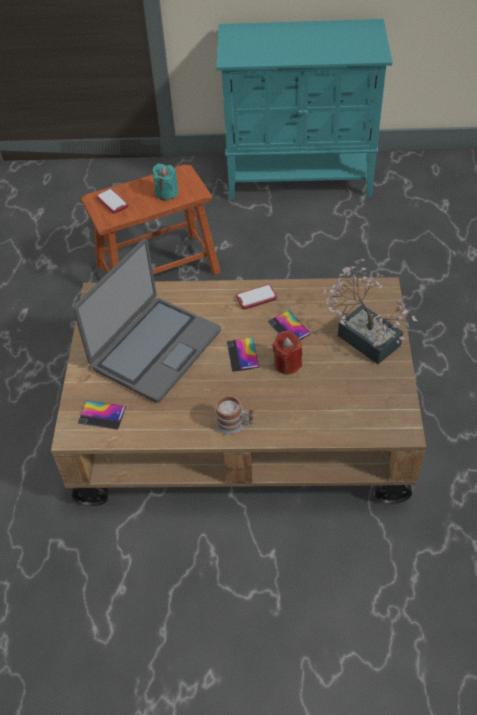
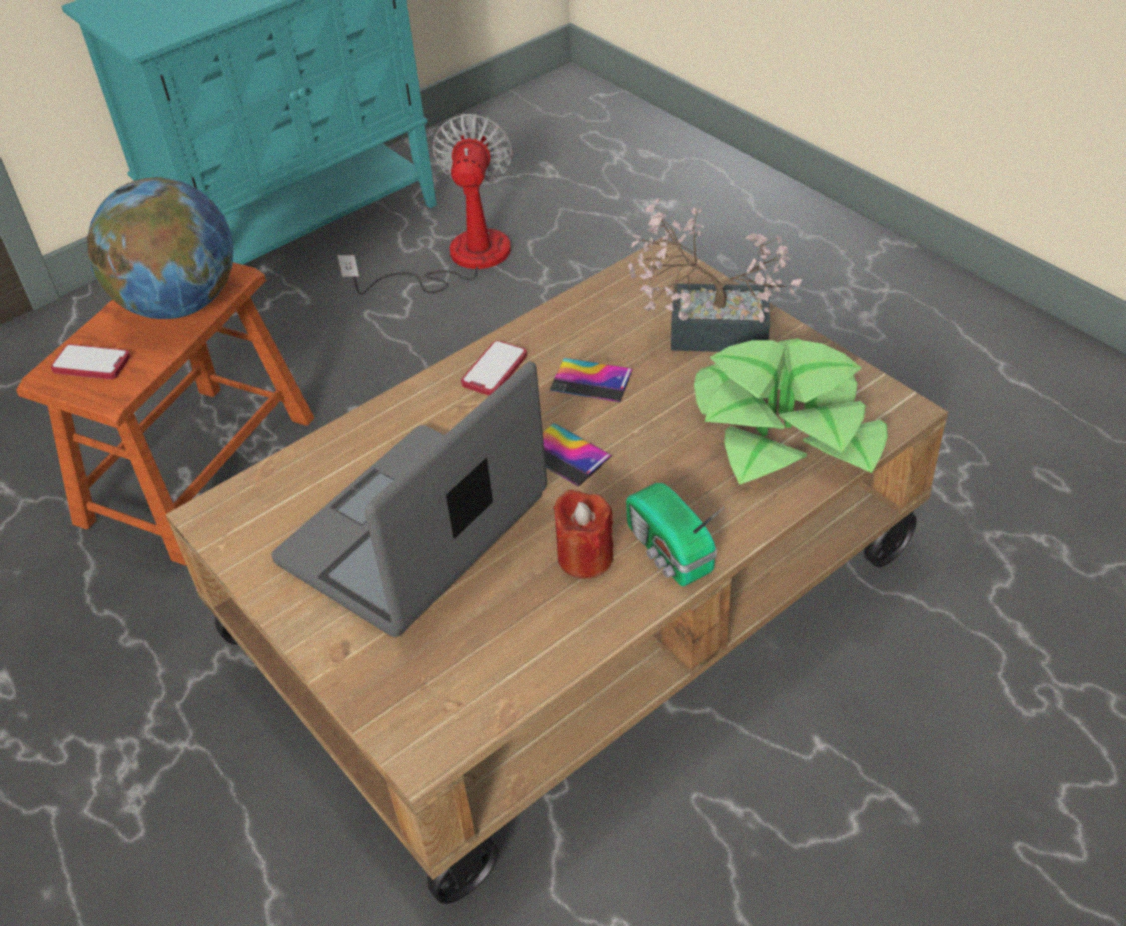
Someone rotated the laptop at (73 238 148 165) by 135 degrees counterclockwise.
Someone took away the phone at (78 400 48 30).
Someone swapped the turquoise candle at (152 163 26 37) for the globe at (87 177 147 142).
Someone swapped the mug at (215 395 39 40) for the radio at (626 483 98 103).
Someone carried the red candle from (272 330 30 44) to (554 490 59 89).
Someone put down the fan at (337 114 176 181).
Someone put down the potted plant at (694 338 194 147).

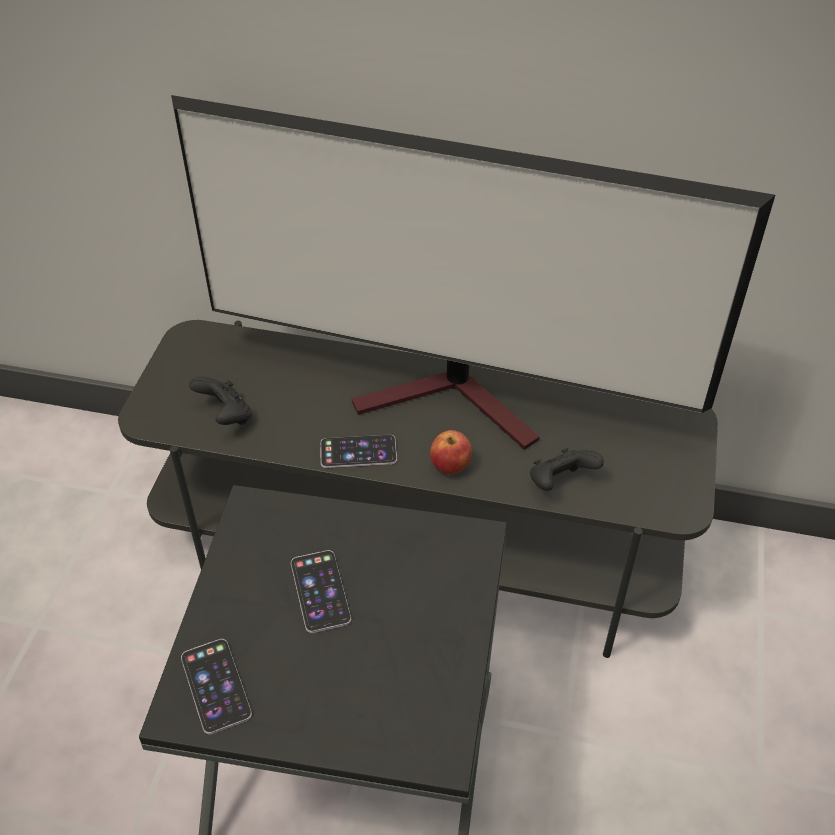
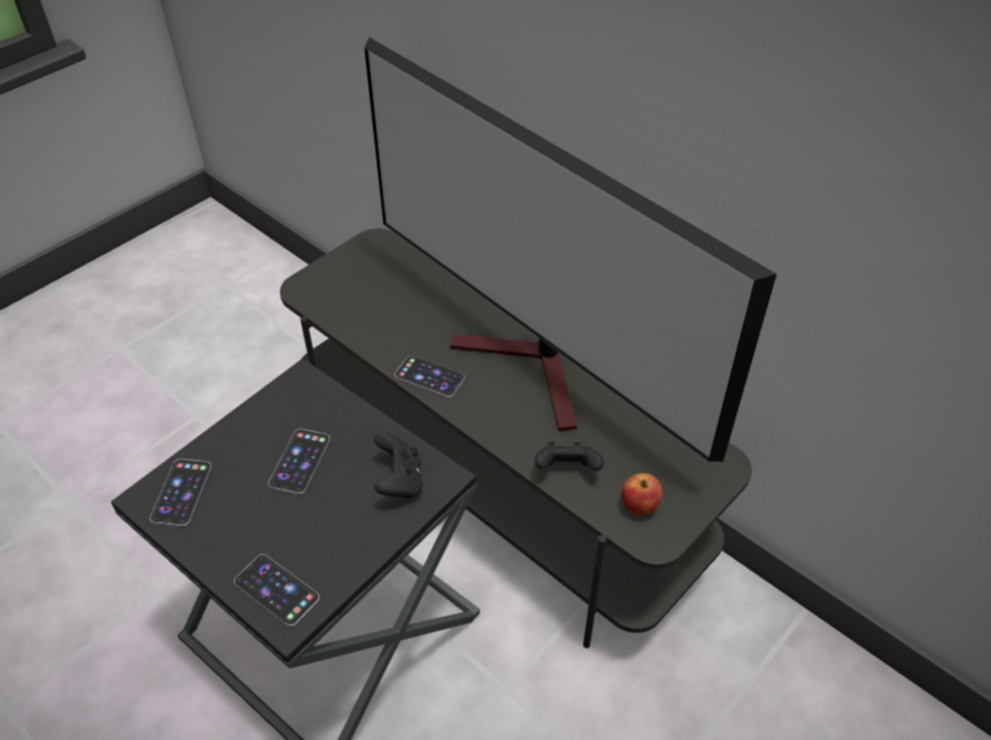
Someone carried the black game controller from (189 376 63 49) to (374 432 48 66).
Someone carried the apple from (430 430 42 45) to (622 473 41 42).
Someone put down the phone at (234 554 86 72).

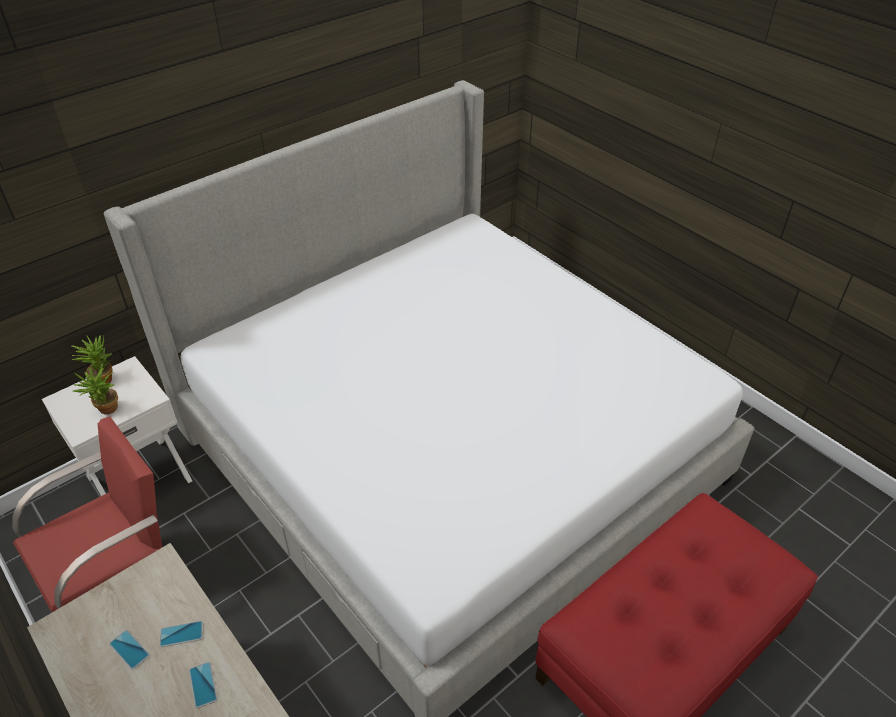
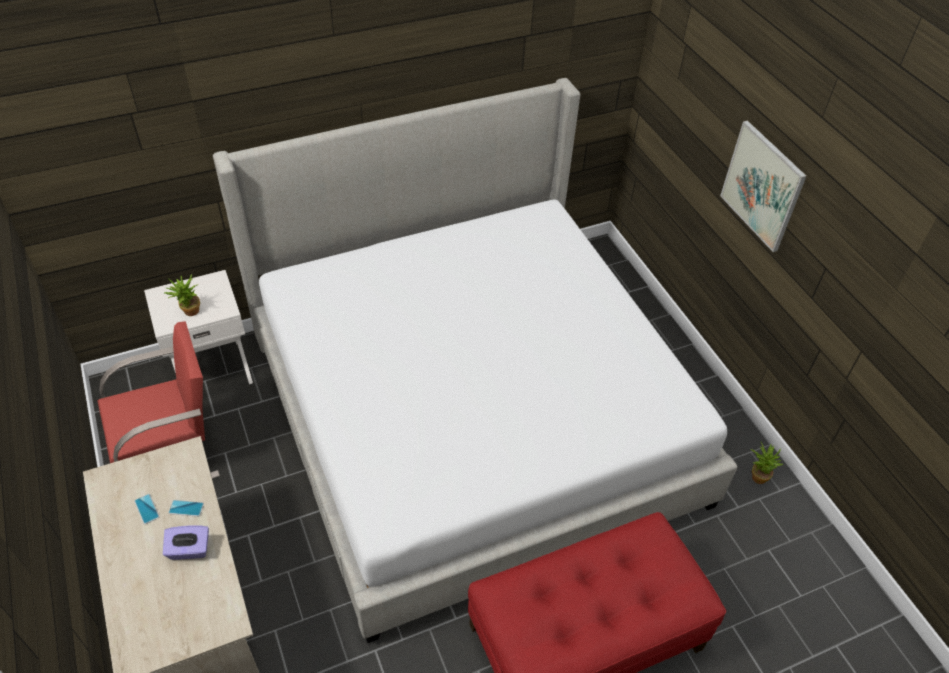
Someone carried the potted plant from (71 335 41 49) to (750 442 33 42).
Someone swapped the phone at (189 662 29 46) for the purple tissue box at (163 525 46 35).
Someone put up the picture at (720 120 87 132).

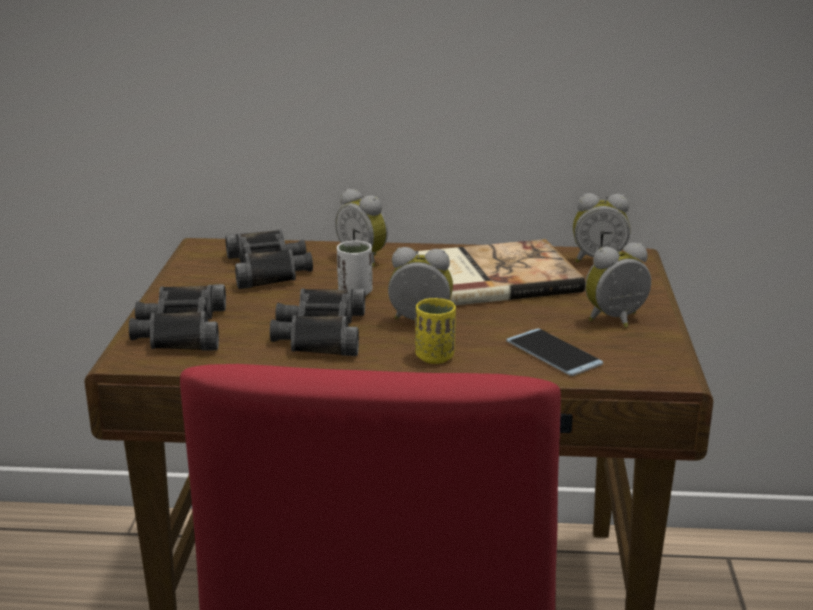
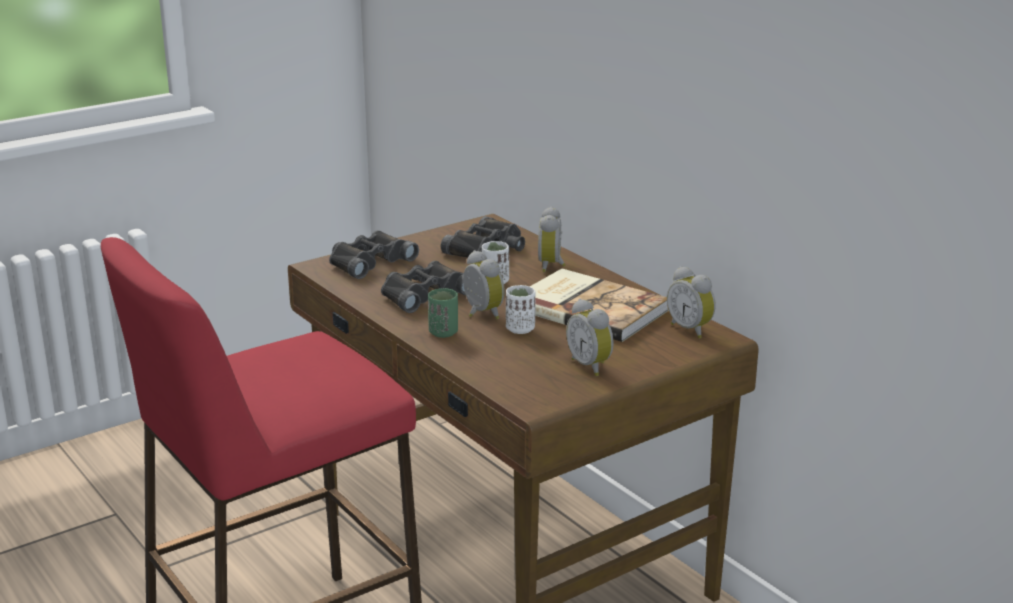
Someone repainted the yellow cup at (415 298 41 66), which became the green cup at (428 288 30 50).
Someone took away the phone at (506 329 97 47).
Someone rotated the alarm clock at (585 243 66 85) by 150 degrees counterclockwise.
Someone put down the white cup at (506 285 29 49).

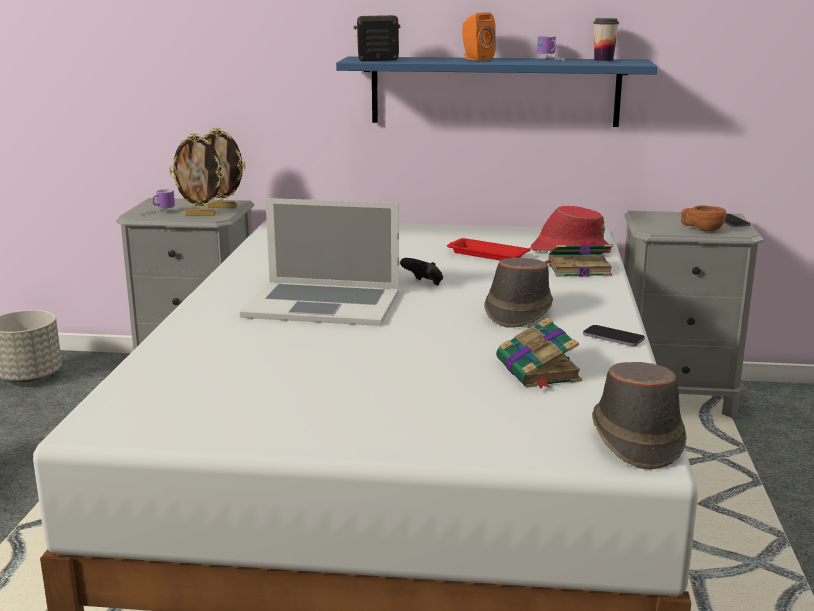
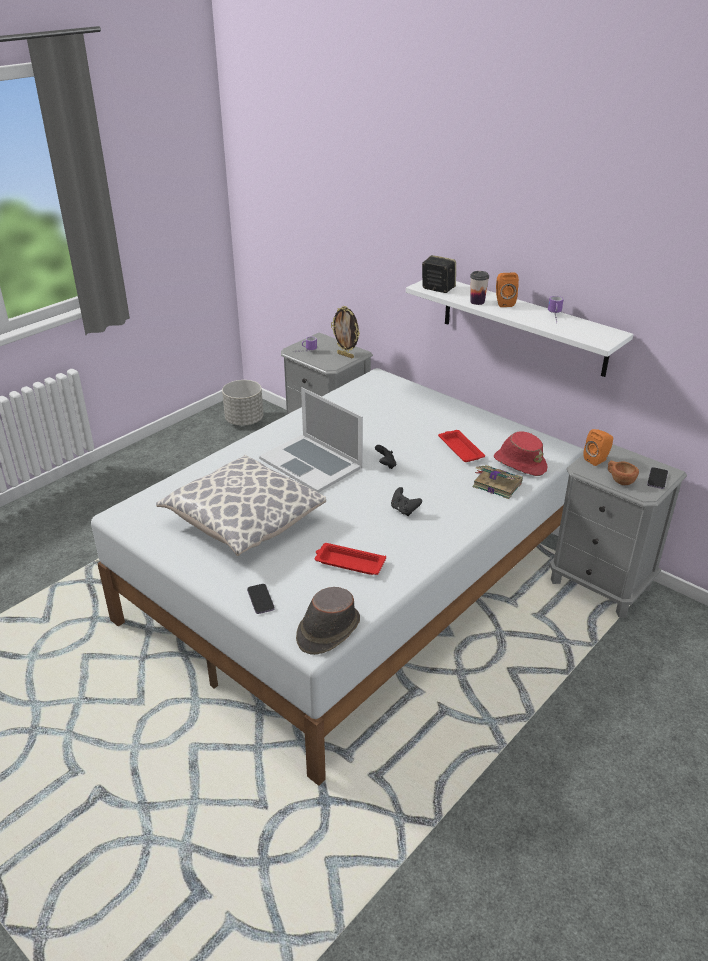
Someone took away the picture frame at (169 133 55 83).
Someone repainted the blue shelf at (336 56 321 71), which became the white shelf at (406 280 227 97).
Someone swapped the brown hat at (484 257 69 71) for the black game controller at (391 487 31 29).
Someone swapped the book at (496 318 86 70) for the red tray at (315 543 71 32).
Someone carried the phone from (583 325 62 21) to (247 584 28 30).
Someone carried the cup from (593 18 26 43) to (470 271 19 34).
Someone put down the pillow at (156 455 170 101).
Someone put down the orange speaker at (584 429 29 37).

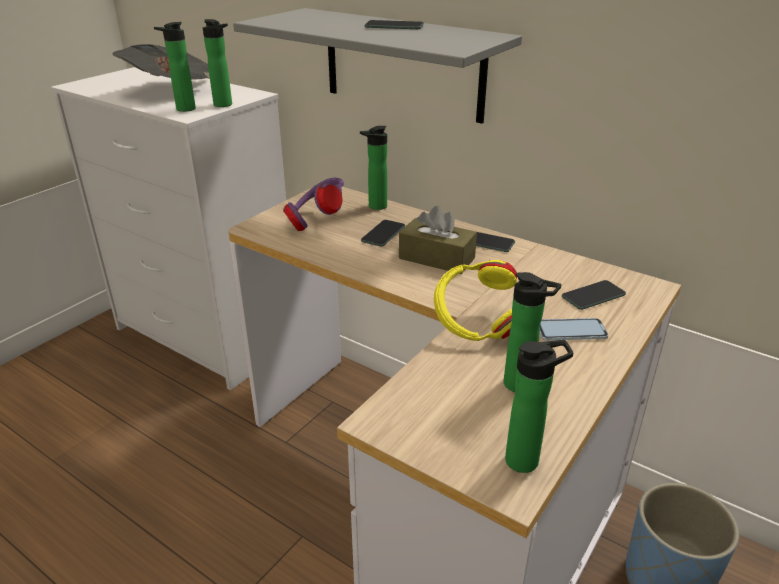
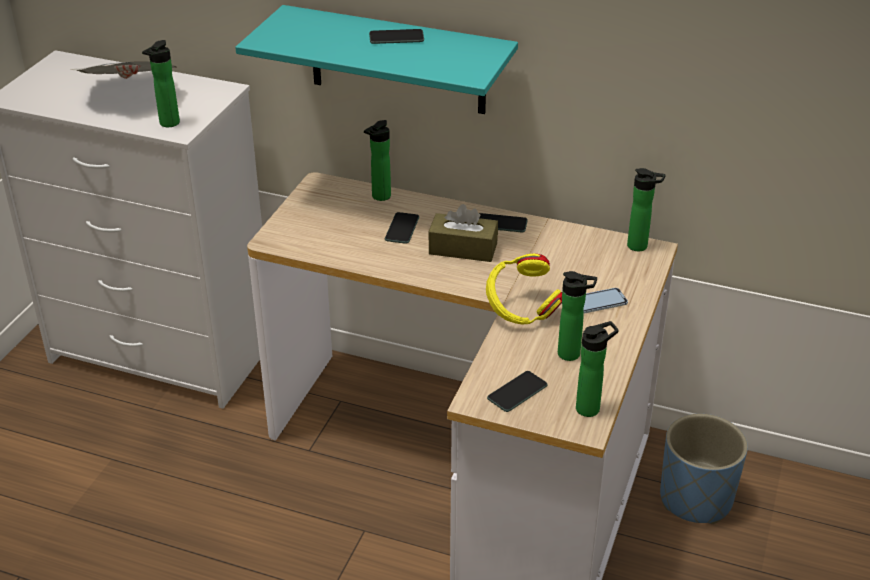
Someone carried the bottle from (203 19 29 88) to (627 168 39 83).
Someone repainted the grey shelf at (233 8 289 116), which became the turquoise shelf at (235 5 283 109).
Someone took away the purple headphones at (283 177 61 54).
Someone carried the phone from (562 280 64 30) to (487 371 61 41).

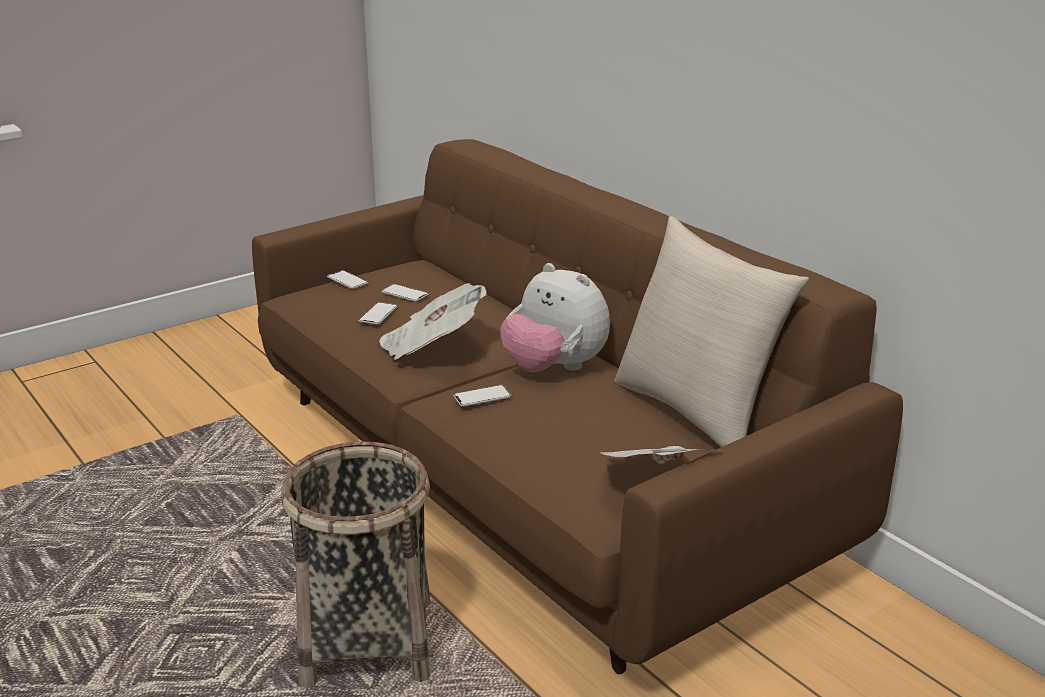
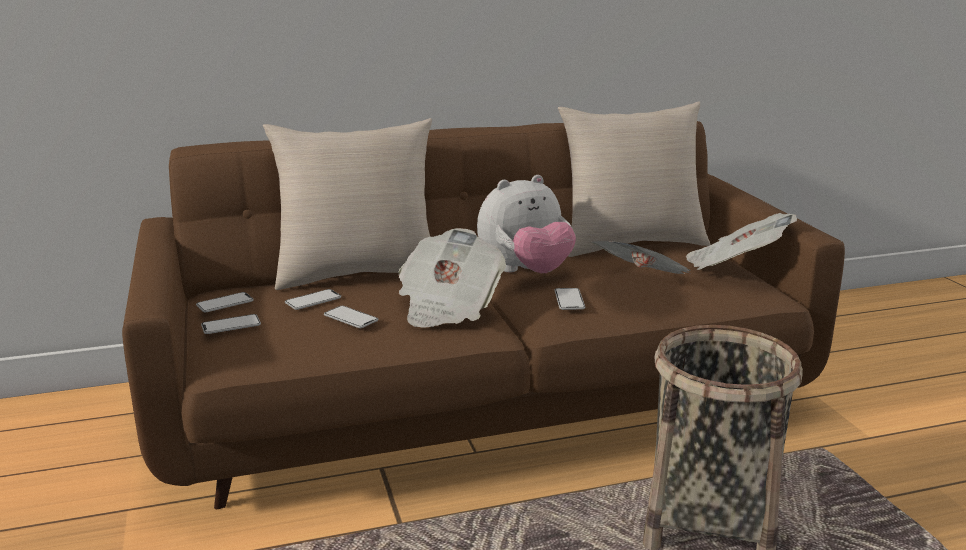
Someone put down the phone at (196 292 58 20).
Someone put down the beige pillow at (263 118 169 172).
Someone put down the newspaper at (591 241 99 33).

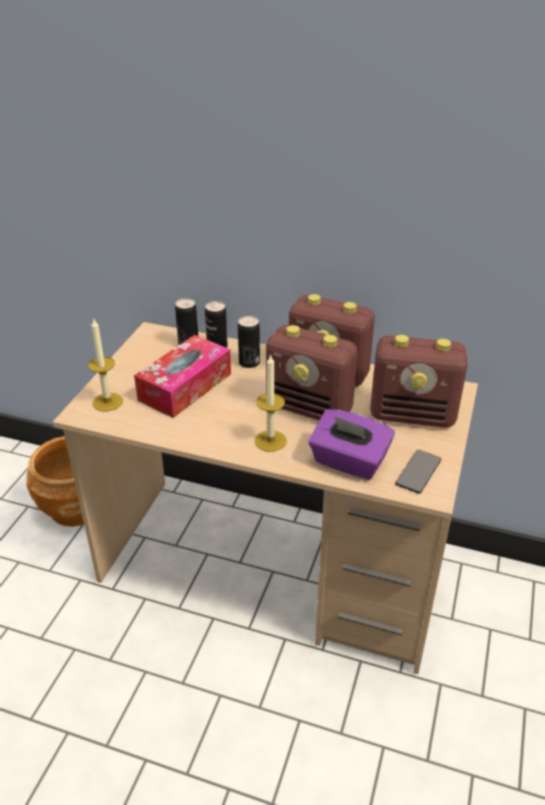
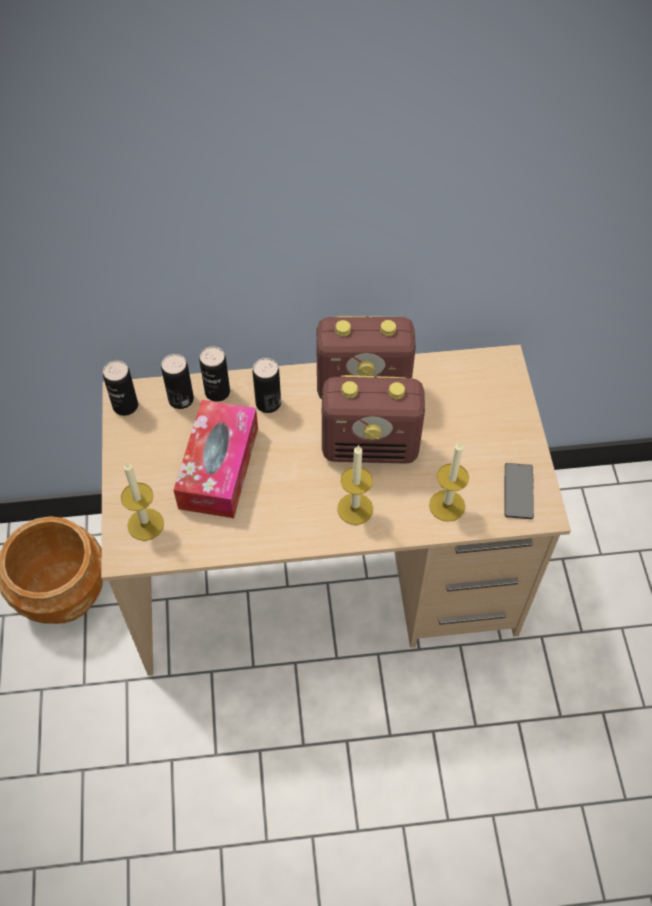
Someone swapped the purple tissue box at (308 409 87 71) for the candle at (429 441 40 81).
Someone took away the radio at (370 335 97 93).
Someone put down the can at (103 361 35 55).

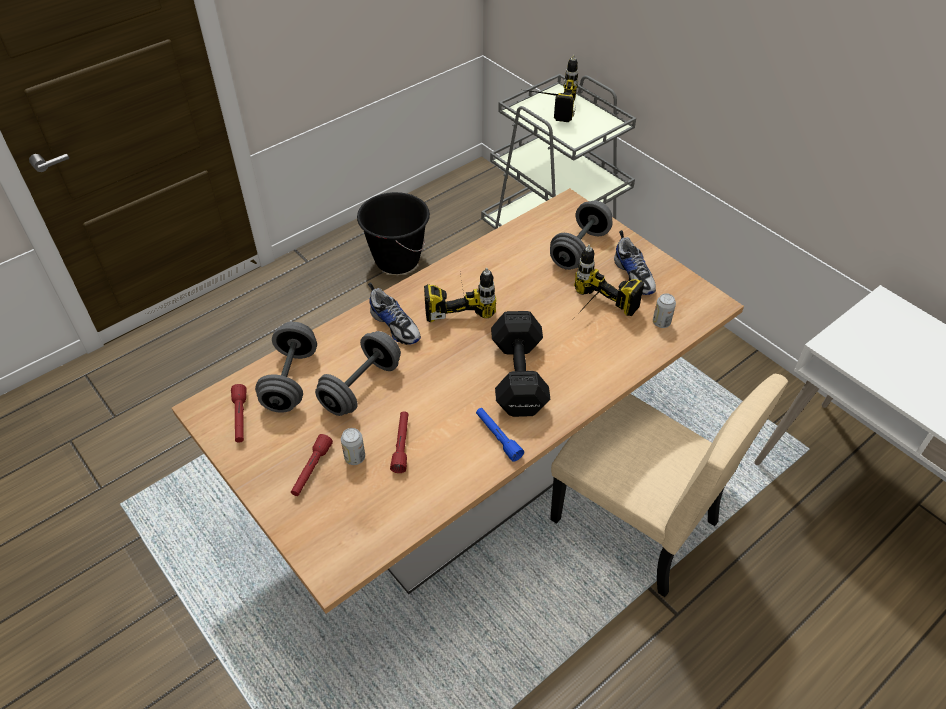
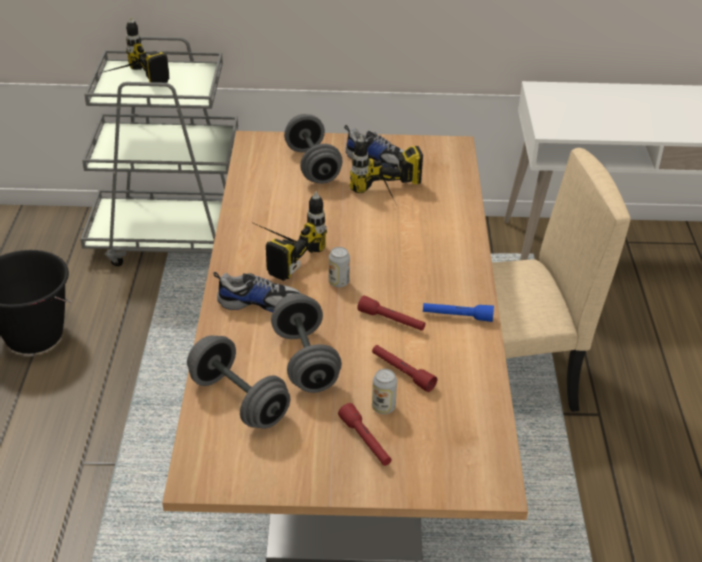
Someone carried the red flashlight from (231 384 16 58) to (357 296 69 35).
Someone took away the black dumbbell at (491 311 59 106).
Someone carried the can from (653 293 23 35) to (329 247 21 41).

